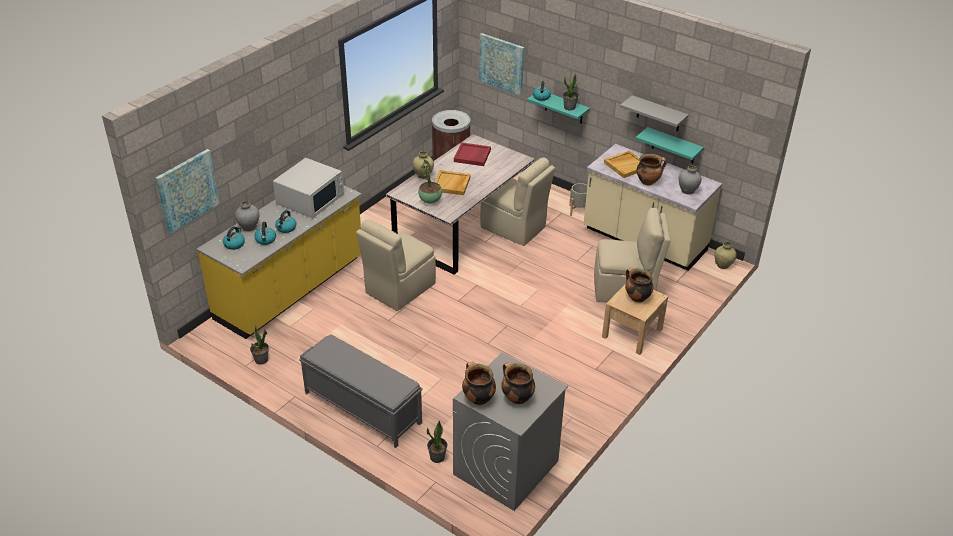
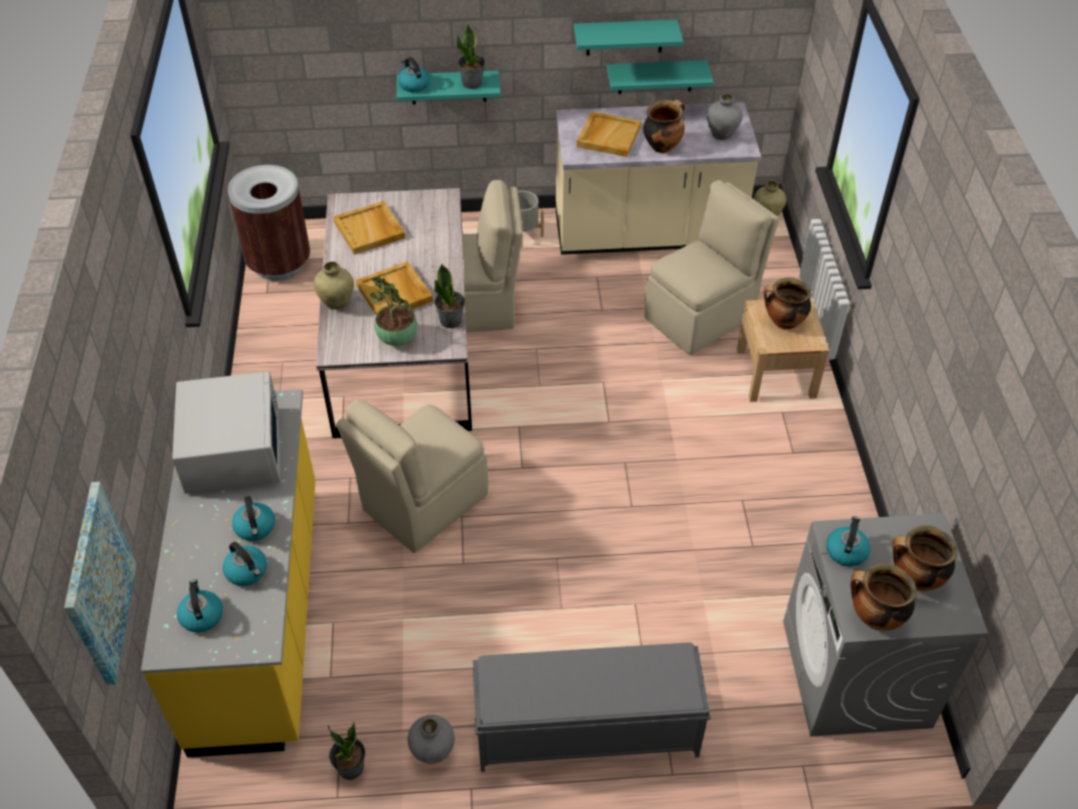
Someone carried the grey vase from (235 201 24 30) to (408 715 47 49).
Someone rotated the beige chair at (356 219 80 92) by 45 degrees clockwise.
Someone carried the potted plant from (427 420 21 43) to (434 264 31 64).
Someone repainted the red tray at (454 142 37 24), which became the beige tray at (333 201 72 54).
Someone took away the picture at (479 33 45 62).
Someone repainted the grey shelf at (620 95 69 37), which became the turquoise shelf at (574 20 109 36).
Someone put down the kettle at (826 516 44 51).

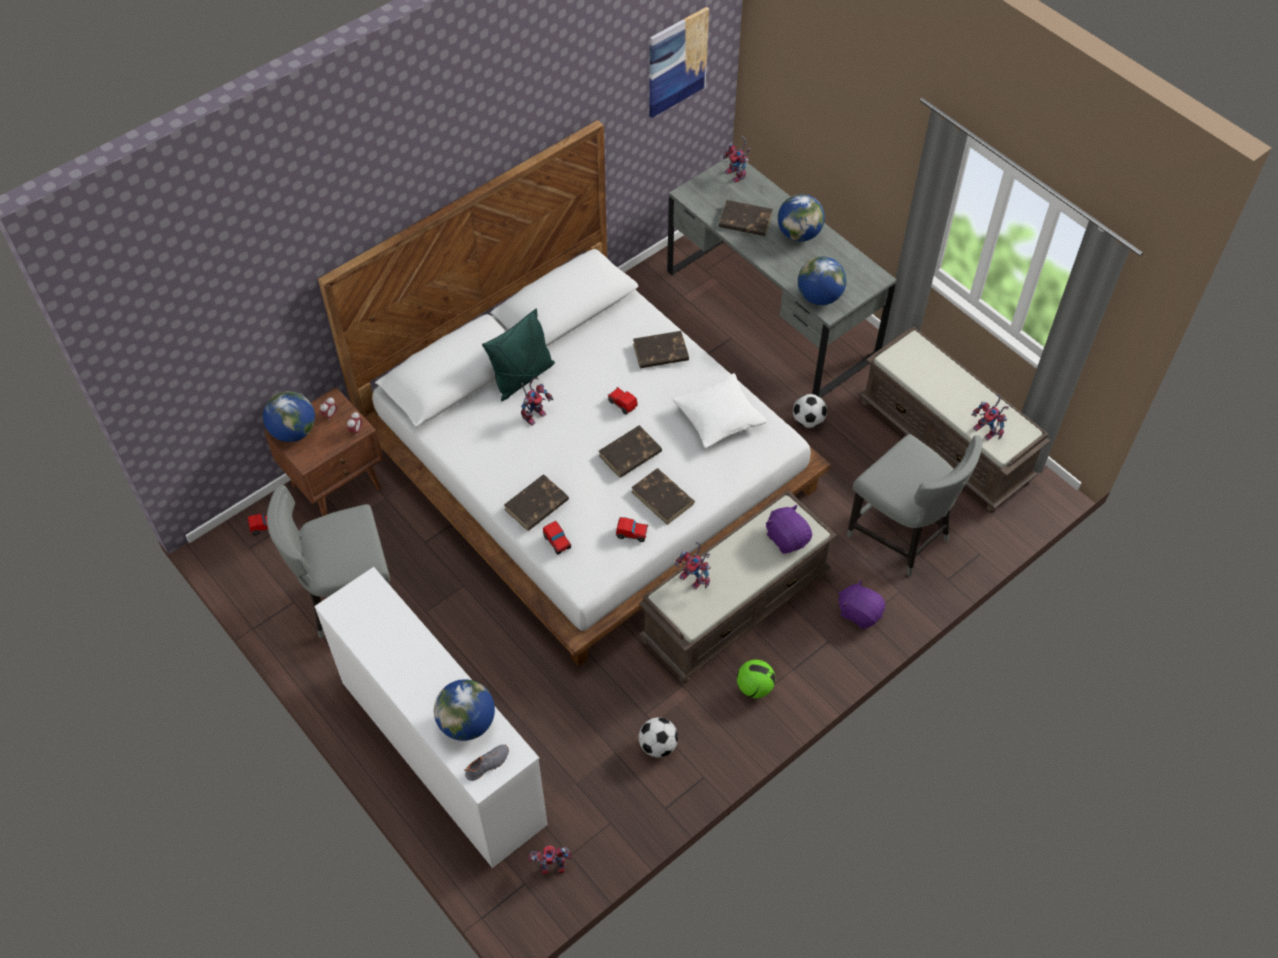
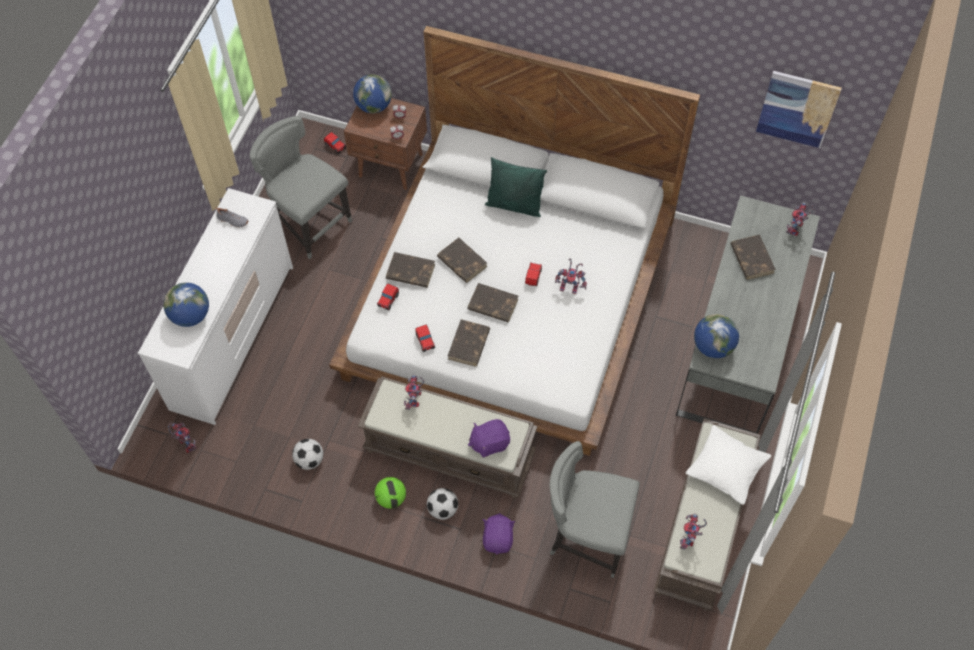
Someone carried the grey shoe from (464 744 45 37) to (215 207 33 21).
Someone carried the toy robot from (521 377 33 49) to (555 258 32 36).
Someone carried the brown book from (633 331 56 37) to (437 237 51 46).
Someone carried the white pillow from (673 373 94 75) to (686 425 85 80).
Someone rotated the purple plush toy at (766 505 46 49) by 135 degrees counterclockwise.
Someone took away the globe at (778 194 47 48).
Someone carried the football from (793 394 34 34) to (427 488 31 32).
Someone rotated the grey chair at (847 434 135 142) by 90 degrees clockwise.

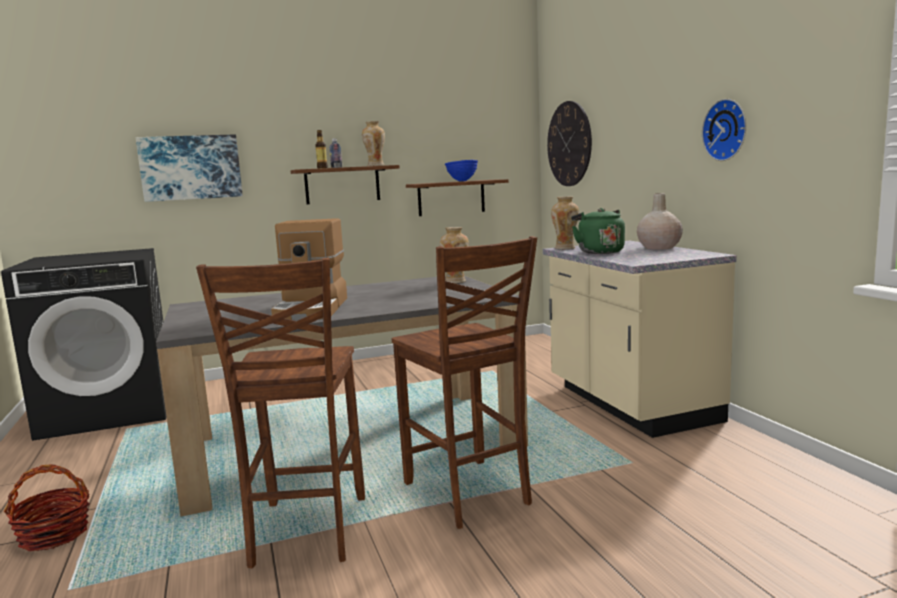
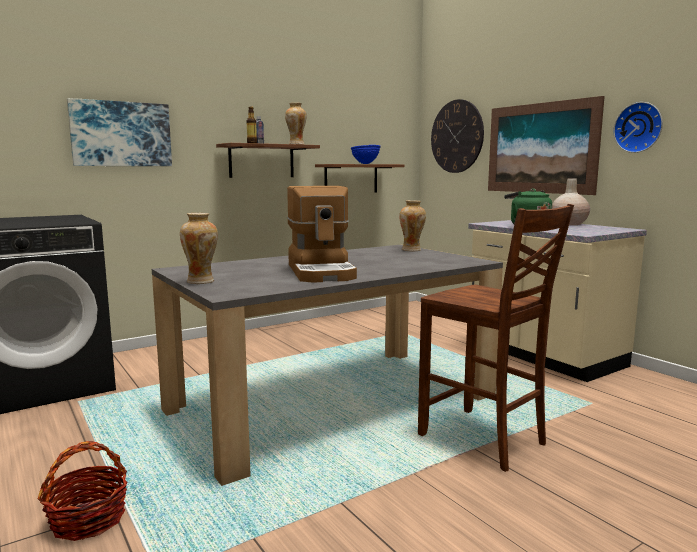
Someone took away the brown chair at (196 258 169 310).
Someone carried the vase from (551 196 28 53) to (180 213 38 71).
Someone put up the picture at (488 96 117 99).

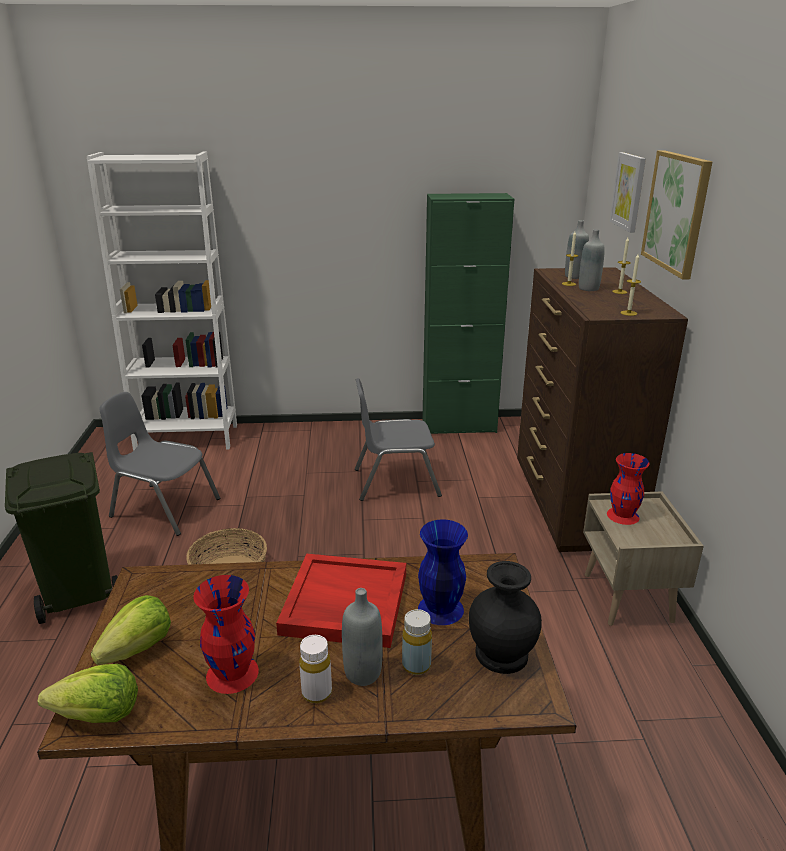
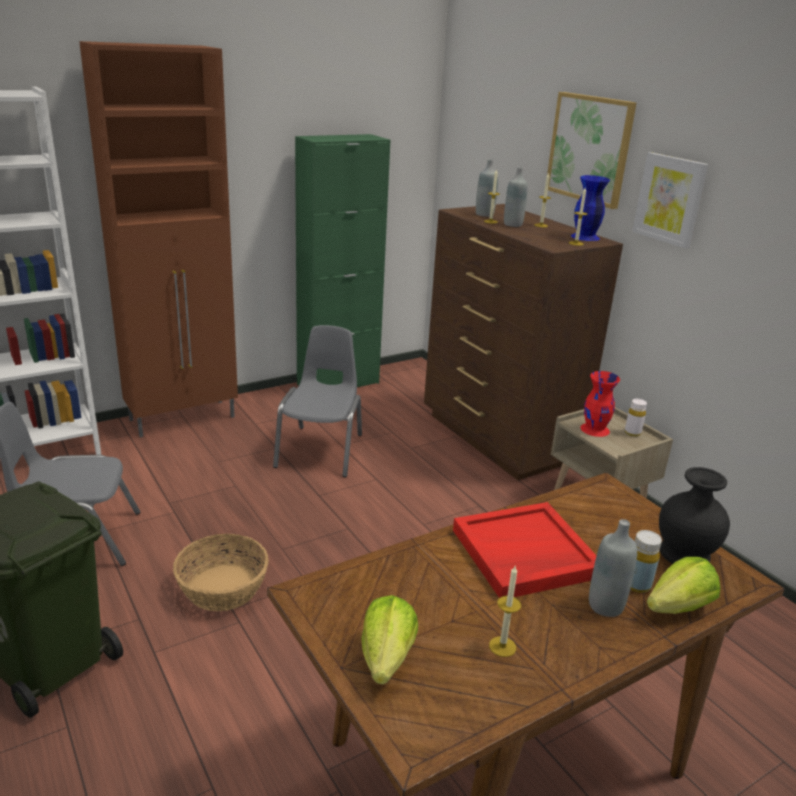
Someone carried the lettuce from (37 664 101 59) to (647 557 73 57).
Someone swapped the red vase at (193 575 66 119) for the candle at (489 566 32 91).
Someone carried the white bottle from (299 635 33 68) to (625 399 22 38).
Someone rotated the grey chair at (355 378 87 123) by 135 degrees clockwise.
Someone carried the blue vase from (418 519 50 106) to (571 175 39 66).
Someone carried the picture from (610 152 36 81) to (632 152 77 96).
Someone put down the brown cabinet at (79 41 159 397).

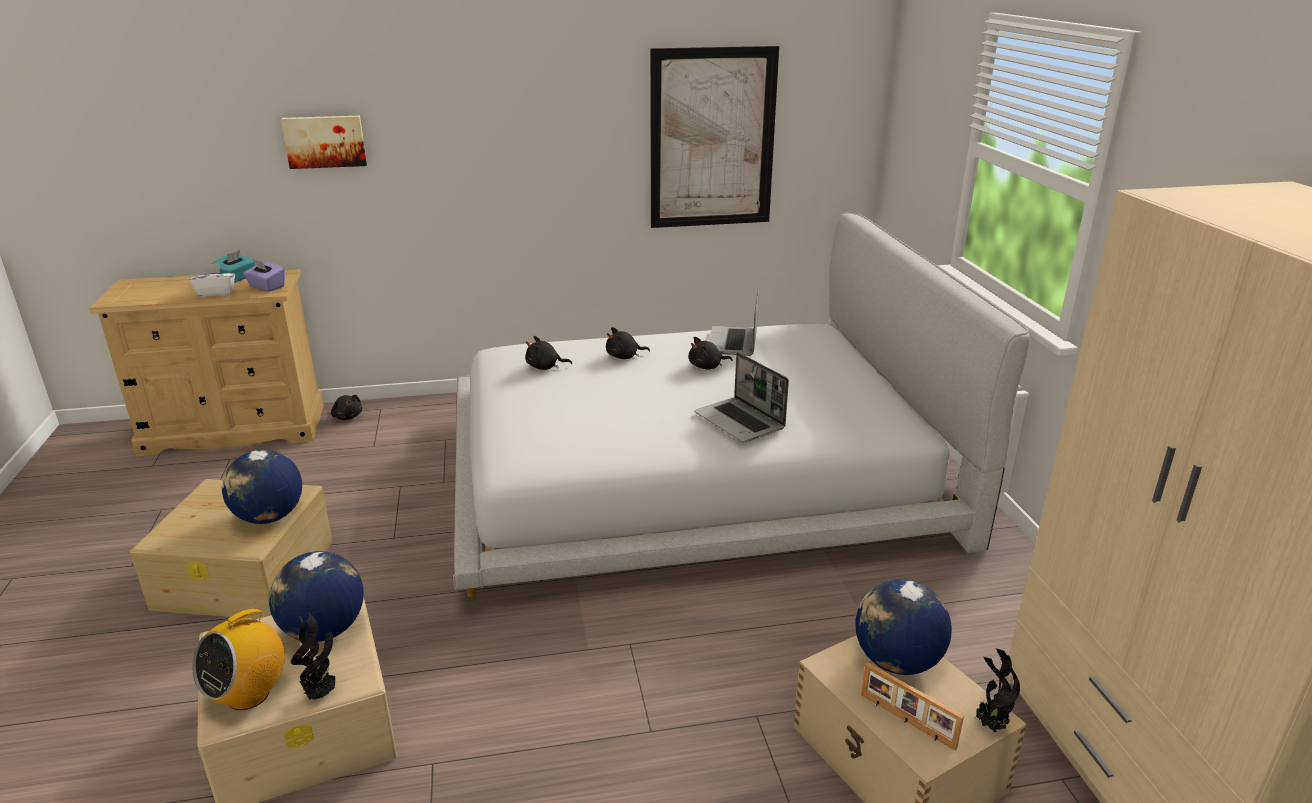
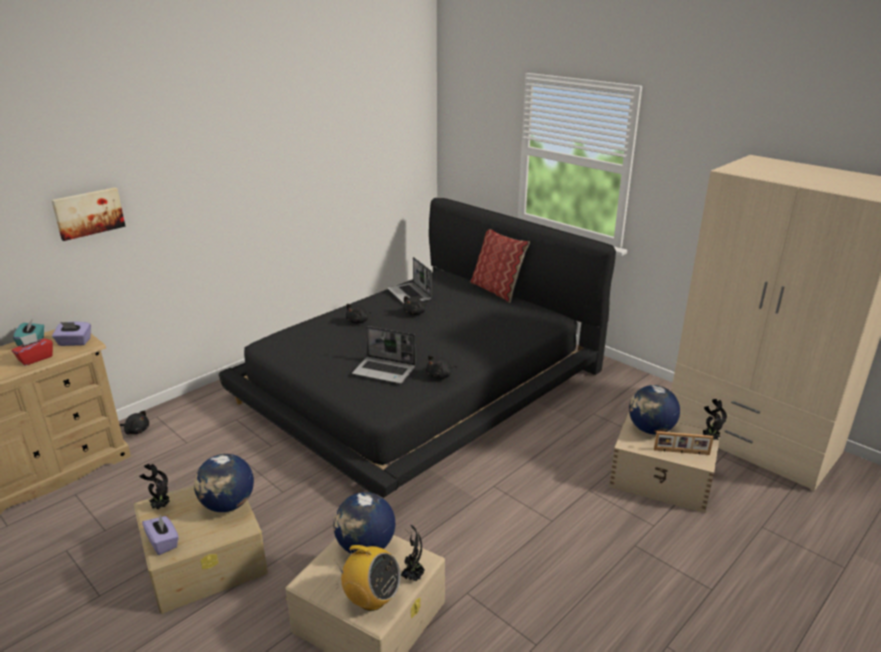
Someone repainted the white tissue box at (189 263 46 34), which became the red tissue box at (11 333 42 33).
Someone rotated the radio at (192 602 93 108) by 60 degrees counterclockwise.
Someone repainted the white bed at (453 212 577 385), which became the black bed at (219 198 397 300).
Someone carried the black plush toy from (525 336 47 34) to (426 355 31 24).
Someone took away the picture at (650 46 129 182).
Someone carried the laptop from (694 352 95 90) to (352 326 64 58).
Someone put down the potted plant at (139 464 31 46).
Someone put down the purple tissue box at (142 515 37 40).
Someone put down the pillow at (470 229 60 74).

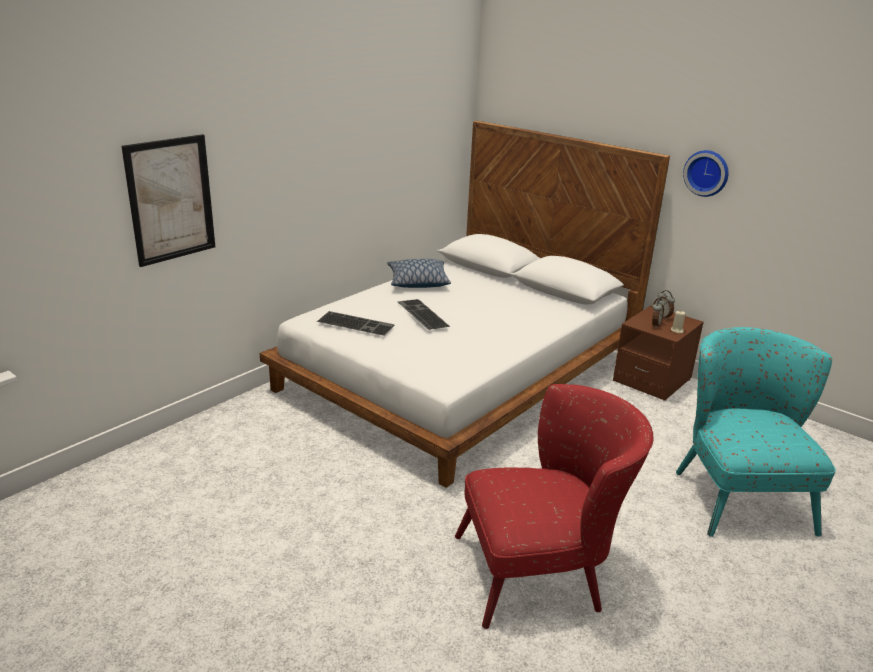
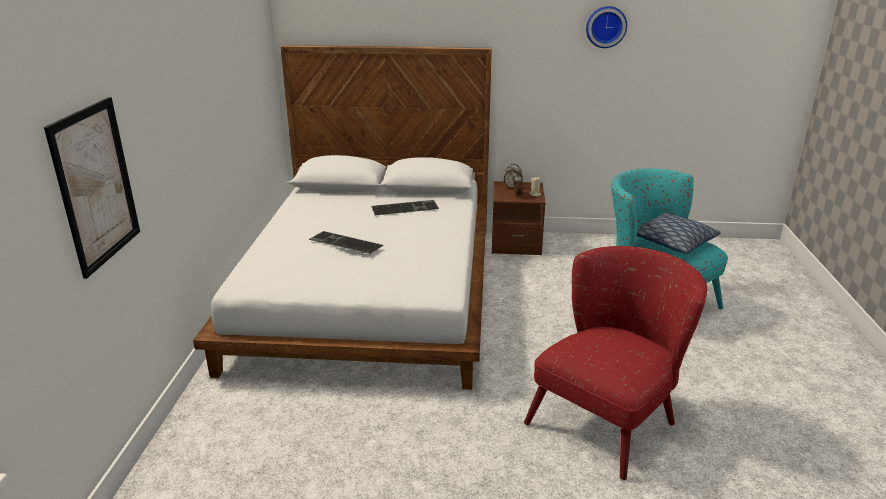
Someone carried the keyboard from (317 311 78 25) to (371 200 68 15).
Someone carried the pillow from (387 259 64 29) to (637 213 84 41).
Someone carried the wall clock from (683 150 46 47) to (586 6 41 42).

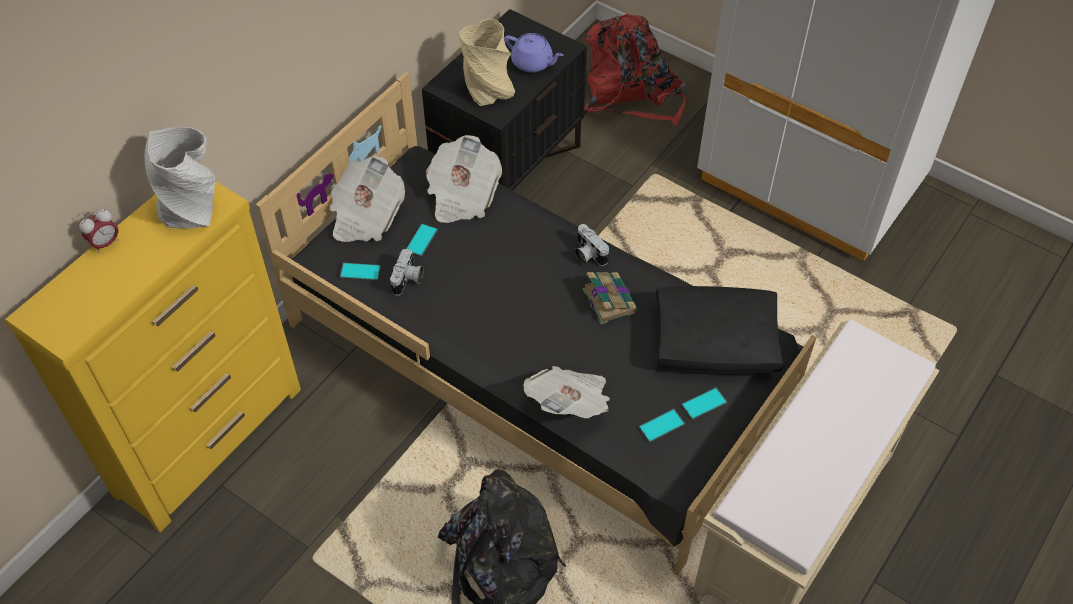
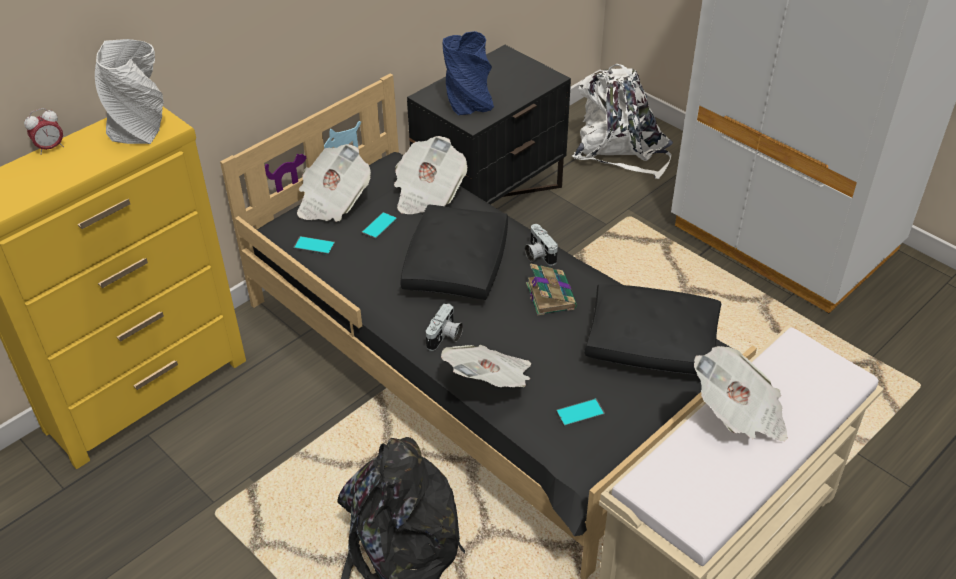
Someone carried the photo camera from (390 248 34 48) to (426 303 37 48).
Someone repainted the beige vase at (459 18 56 88), which became the blue vase at (443 31 51 84).
Someone took away the purple teapot at (504 33 59 40).
Someone repainted the red backpack at (584 14 103 112), which became the white backpack at (572 64 101 115).
Someone took away the phone at (682 387 45 33).
Someone put down the black pillow at (400 204 108 96).
Someone put down the newspaper at (694 346 94 95).

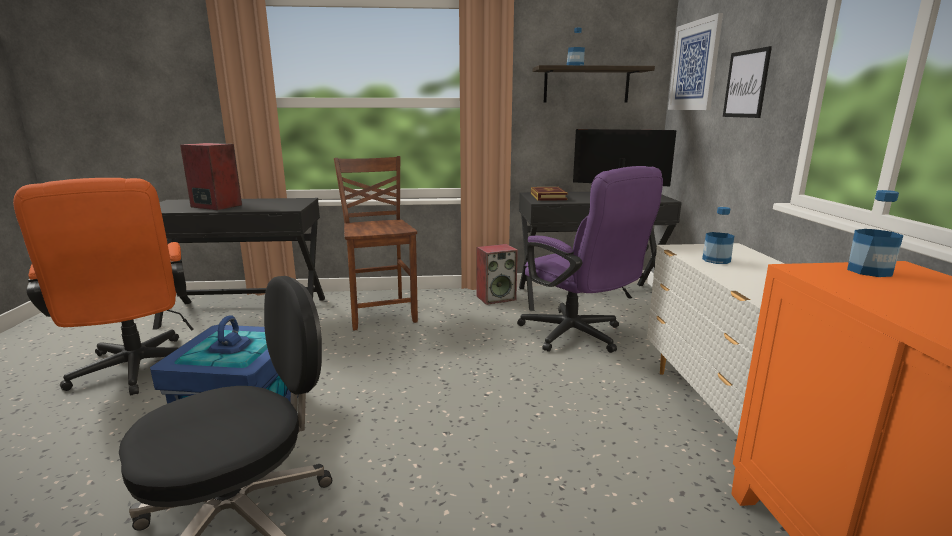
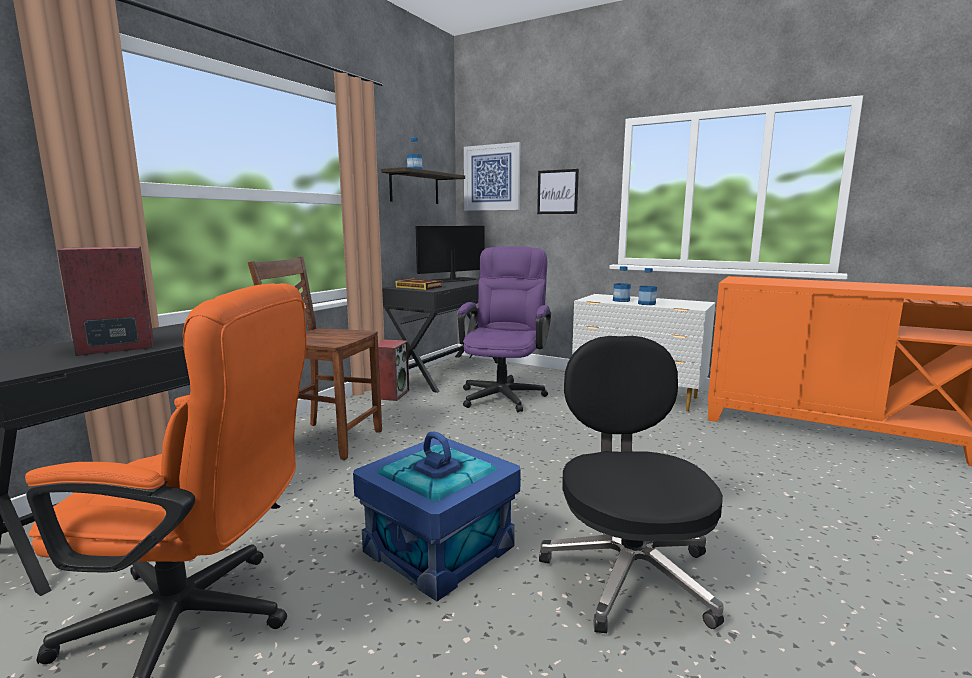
Someone rotated the purple office chair at (517 166 146 187) by 75 degrees counterclockwise.
Someone carried the bottle from (847 190 56 87) to (638 268 19 37).

